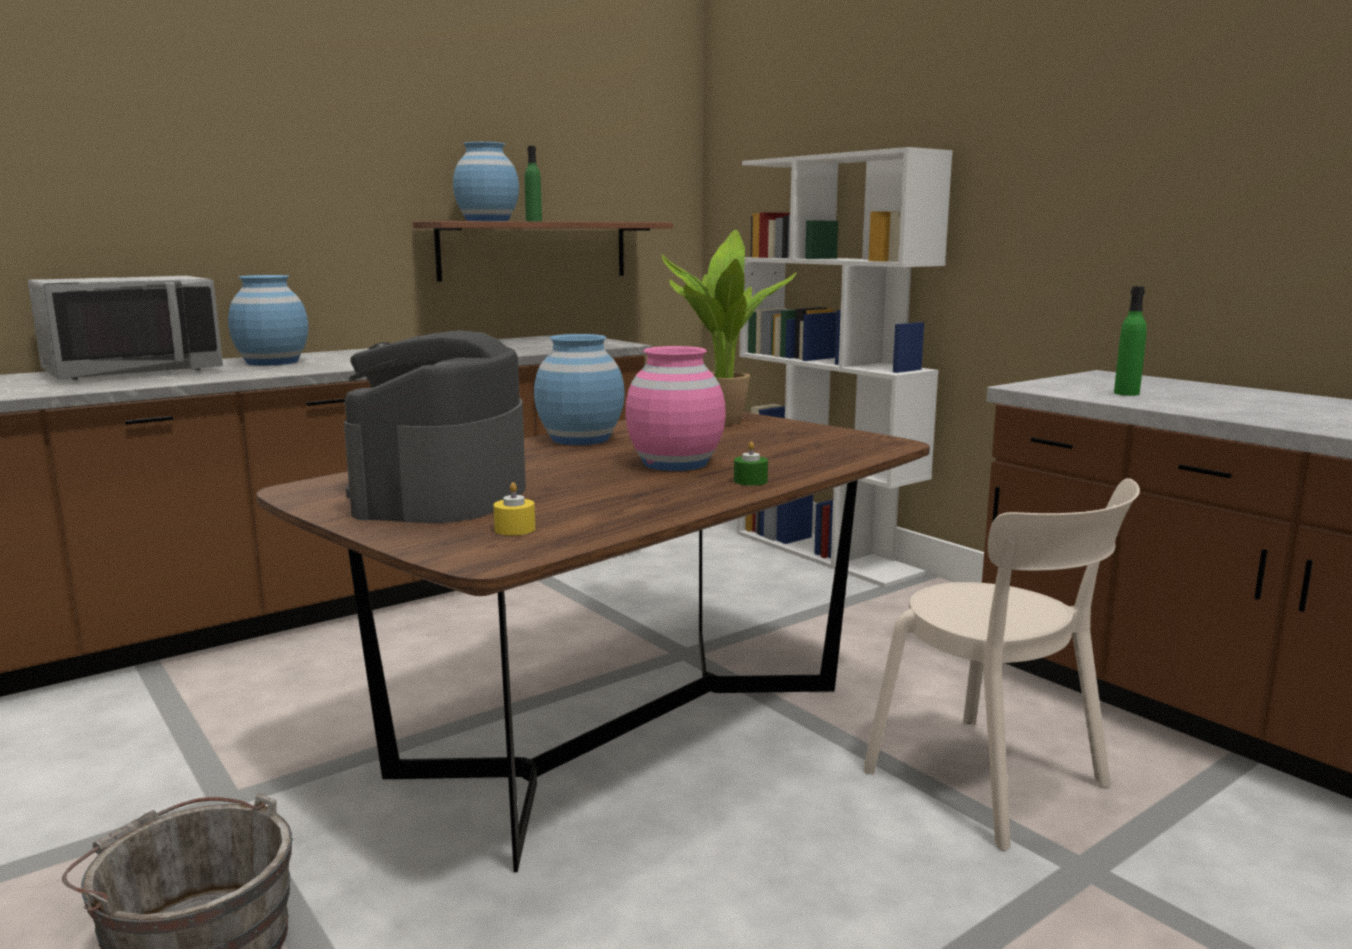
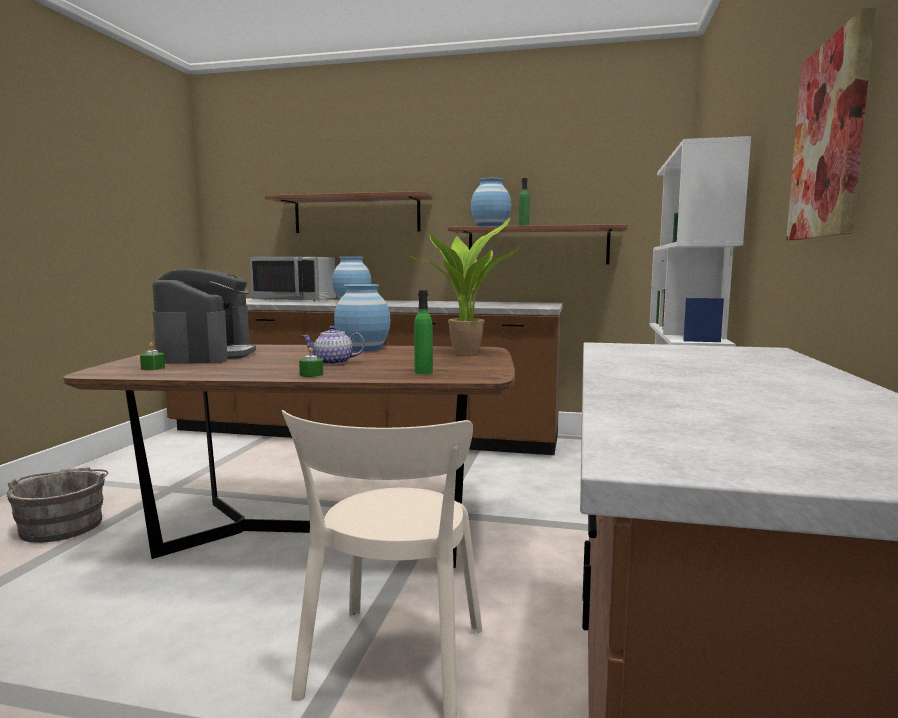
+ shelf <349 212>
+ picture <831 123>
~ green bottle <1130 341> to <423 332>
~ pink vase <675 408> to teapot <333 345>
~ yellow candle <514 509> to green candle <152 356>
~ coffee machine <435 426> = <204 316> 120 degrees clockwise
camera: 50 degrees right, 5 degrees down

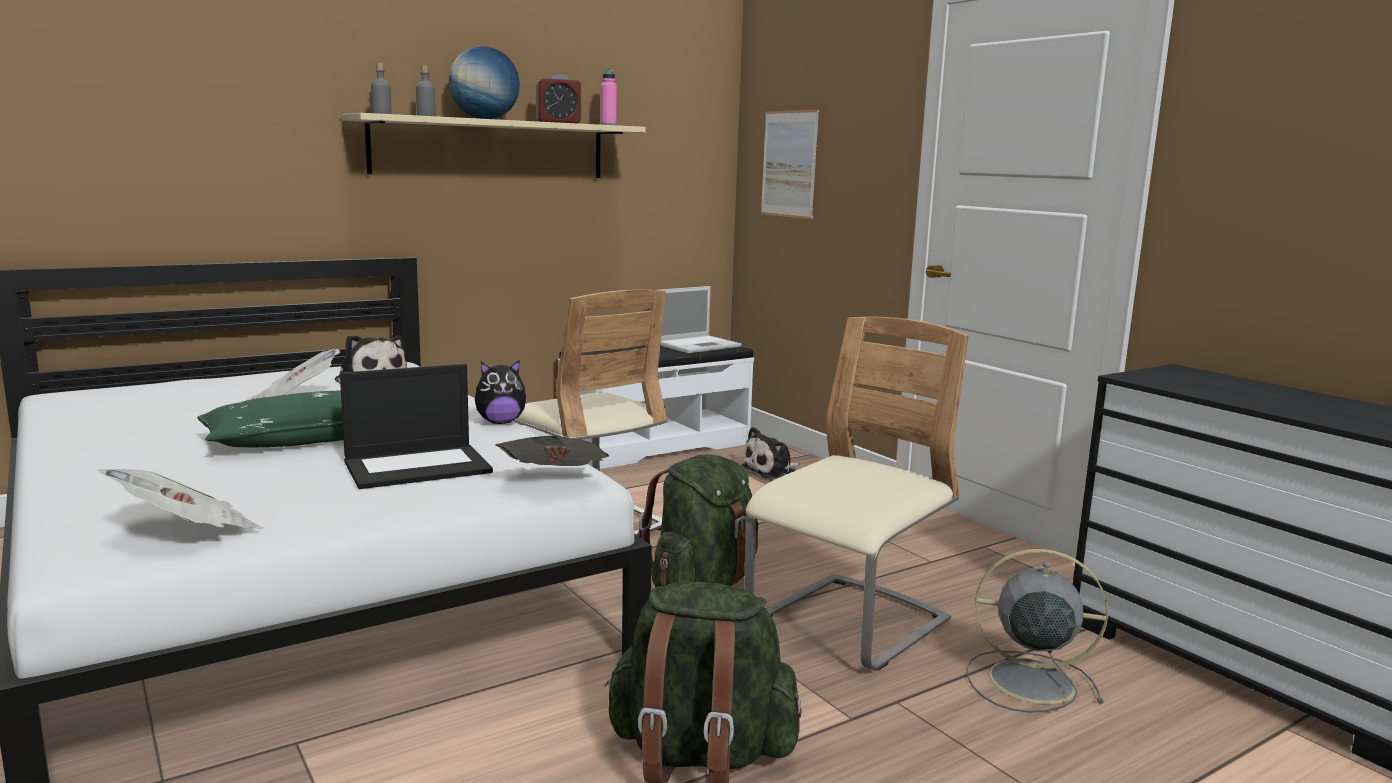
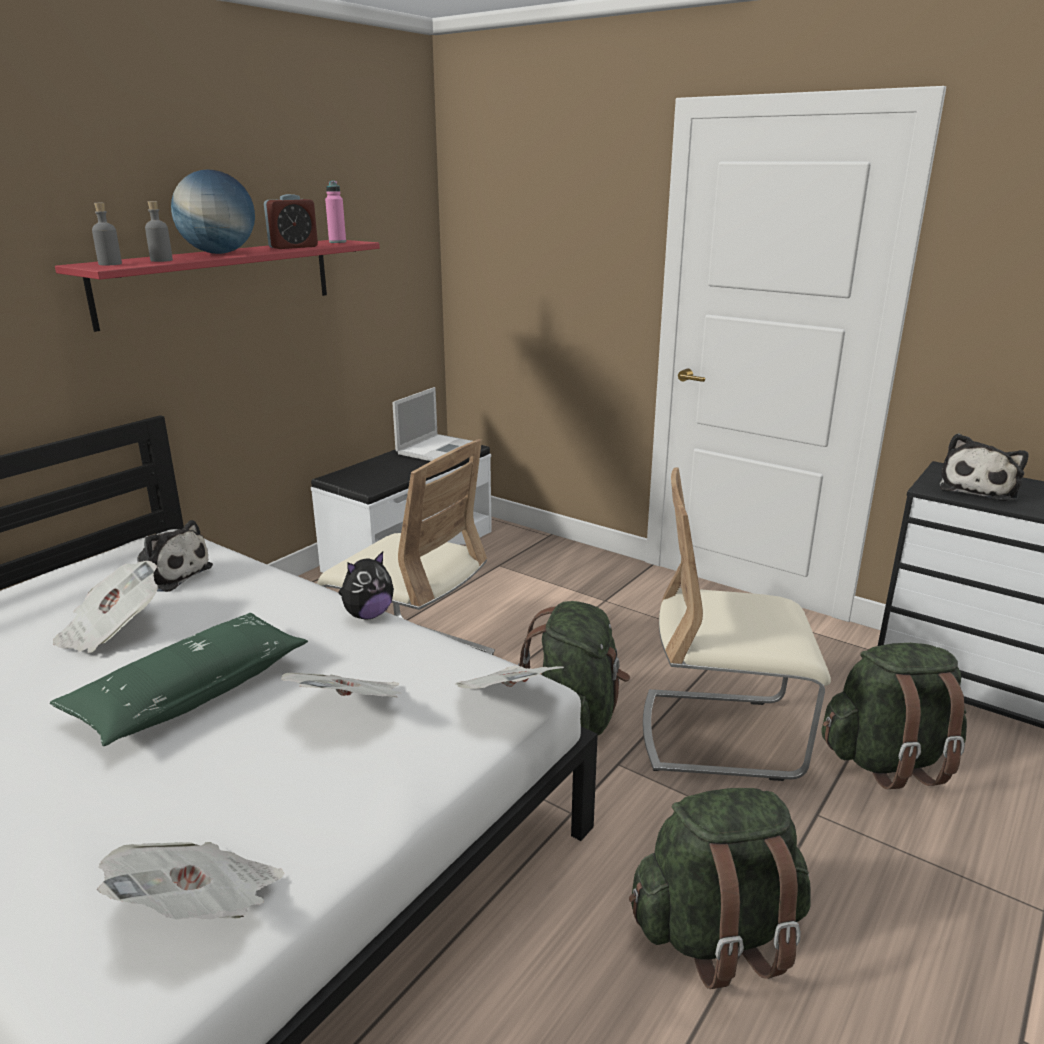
- picture <790 164>
~ plush toy <770 453> to <984 467>
~ laptop <416 426> to newspaper <341 685>
~ grey fan <1037 631> to green backpack <894 716>
~ beige shelf <494 145> to red shelf <217 286>
~ beige chair <856 493> = <737 624> 105 degrees counterclockwise
camera: 20 degrees left, 10 degrees up

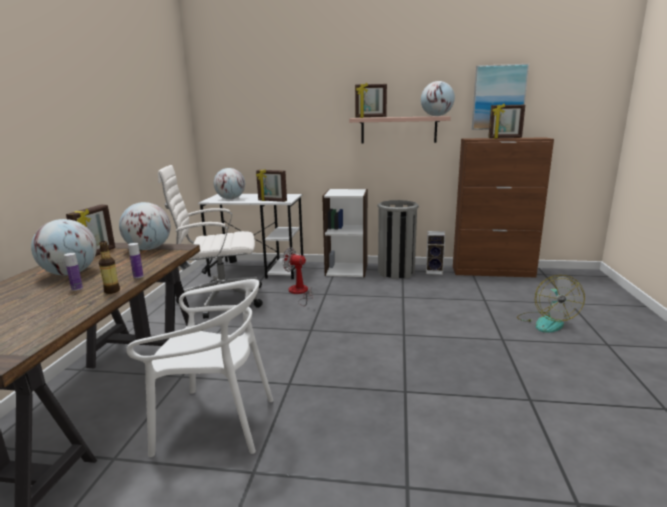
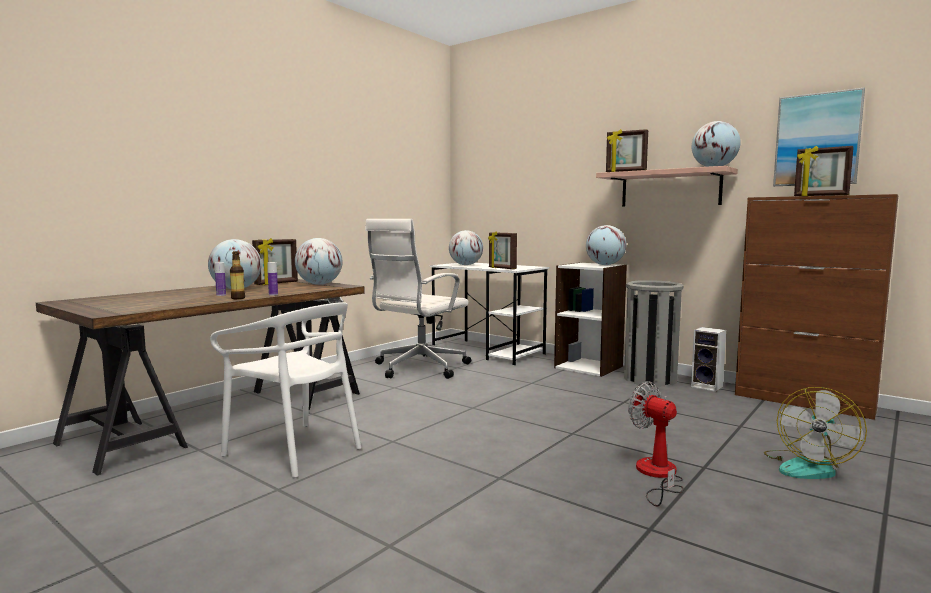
+ globe <606 245>
~ fan <298 276> to <656 444>
~ white office chair <210 242> = <418 299> 75 degrees counterclockwise
camera: 30 degrees right, 10 degrees down

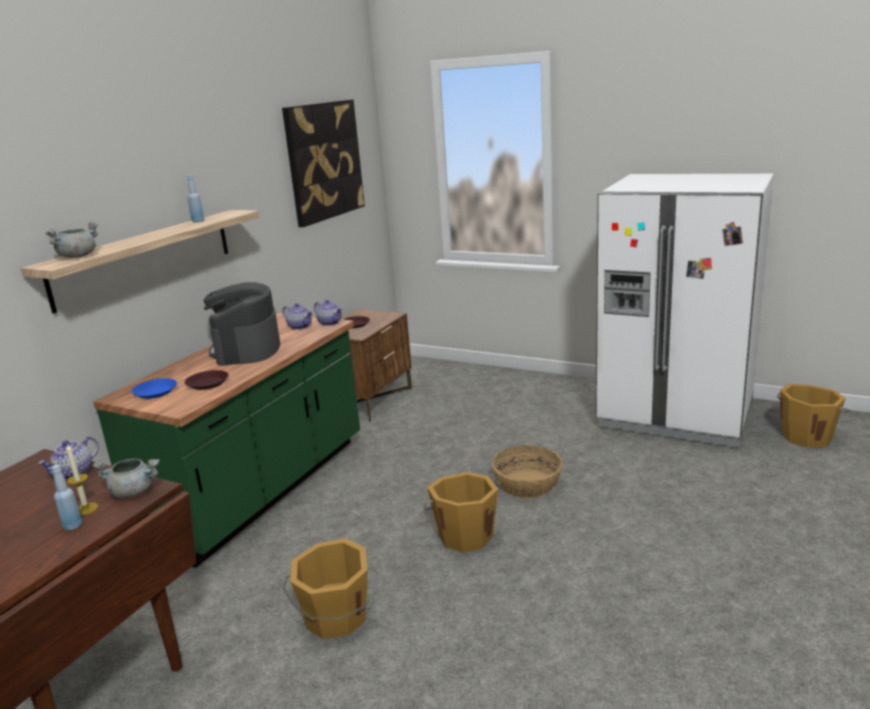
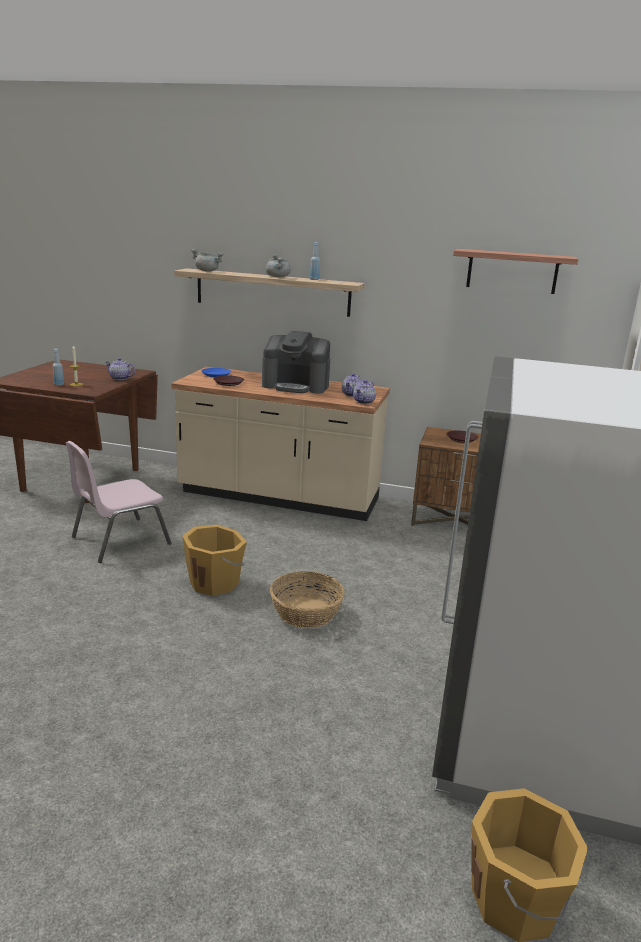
~ grey cooking pot <126 478> to <278 265>
~ picture <323 163> to shelf <515 271>
~ orange bucket <330 588> to pink chair <118 502>
~ green counter <226 440> to beige counter <281 444>
~ coffee machine <242 324> = <296 362> 150 degrees counterclockwise
camera: 75 degrees right, 0 degrees up

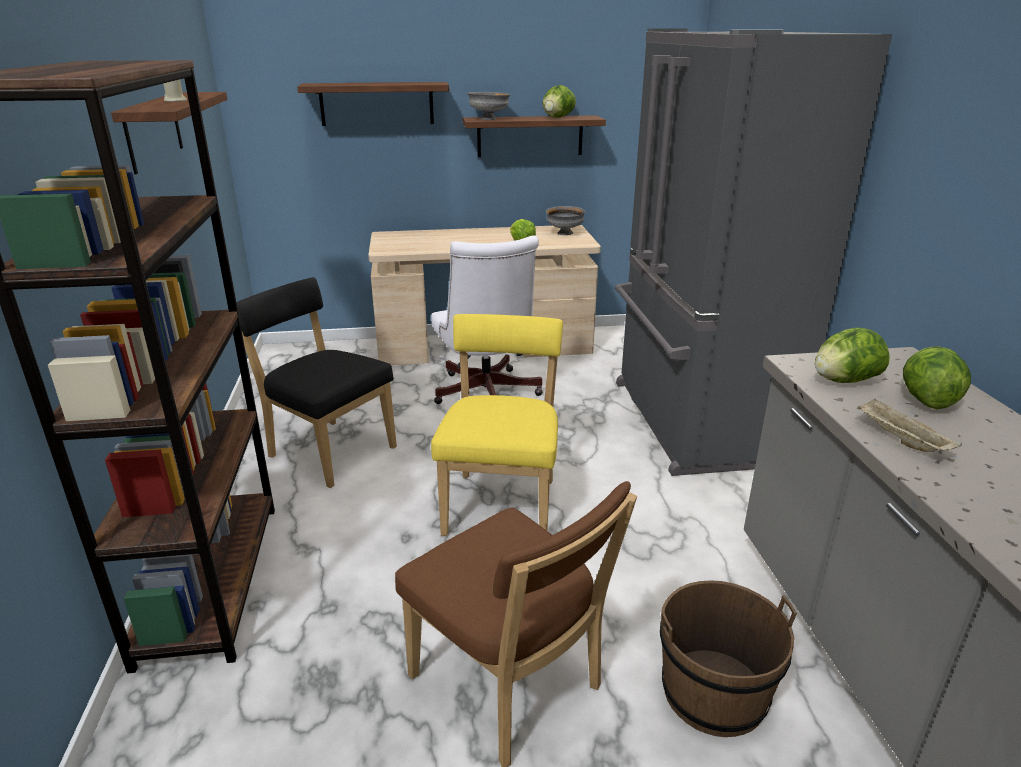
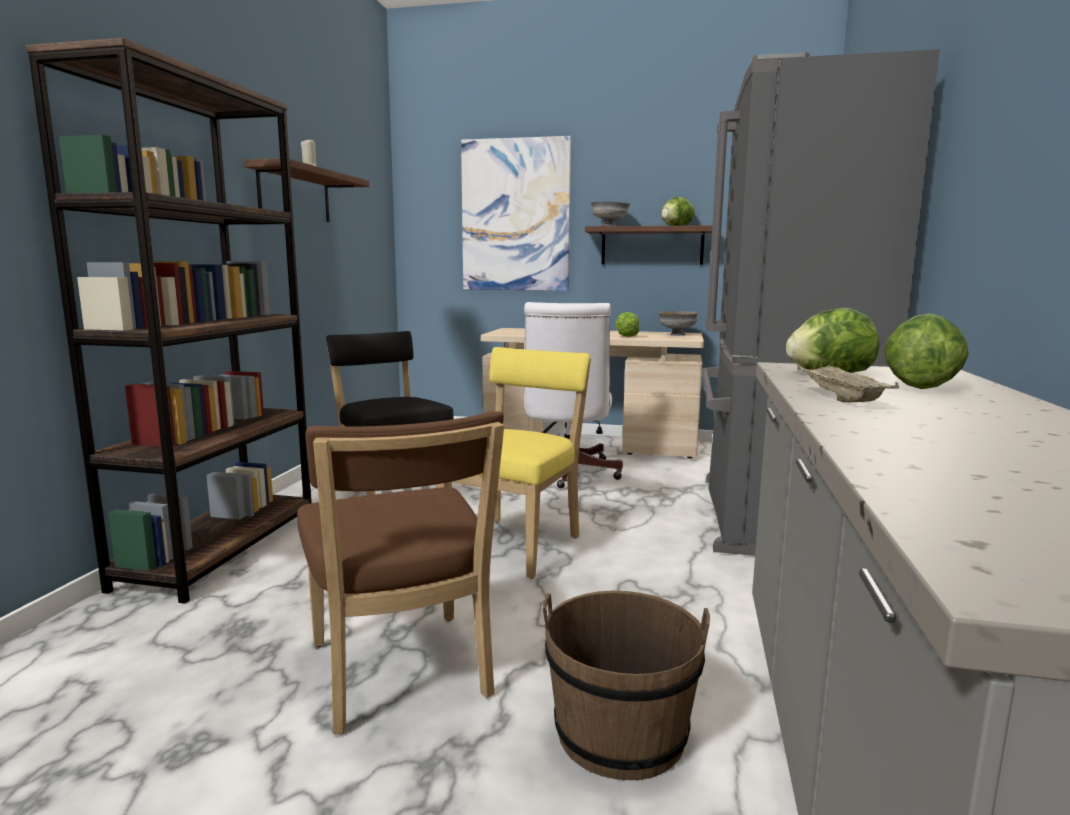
~ shelf <373 104> to picture <516 213>
camera: 20 degrees right, 15 degrees down

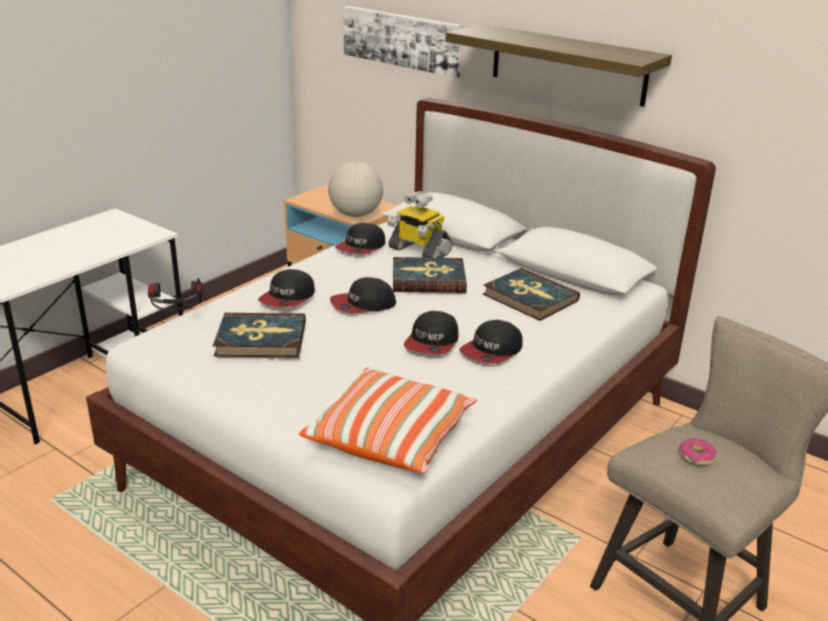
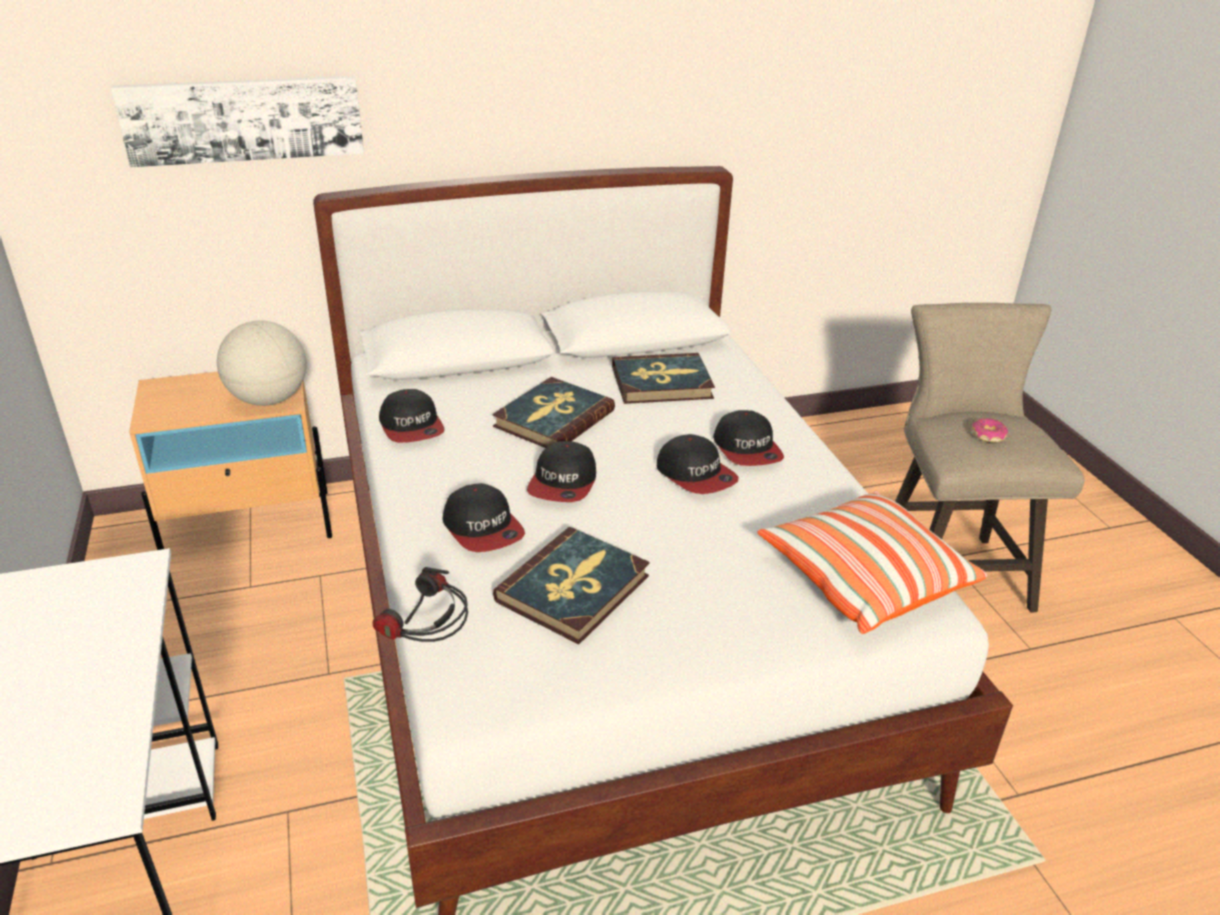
- toy robot <419 224>
- shelf <559 65>
camera: 55 degrees left, 5 degrees up

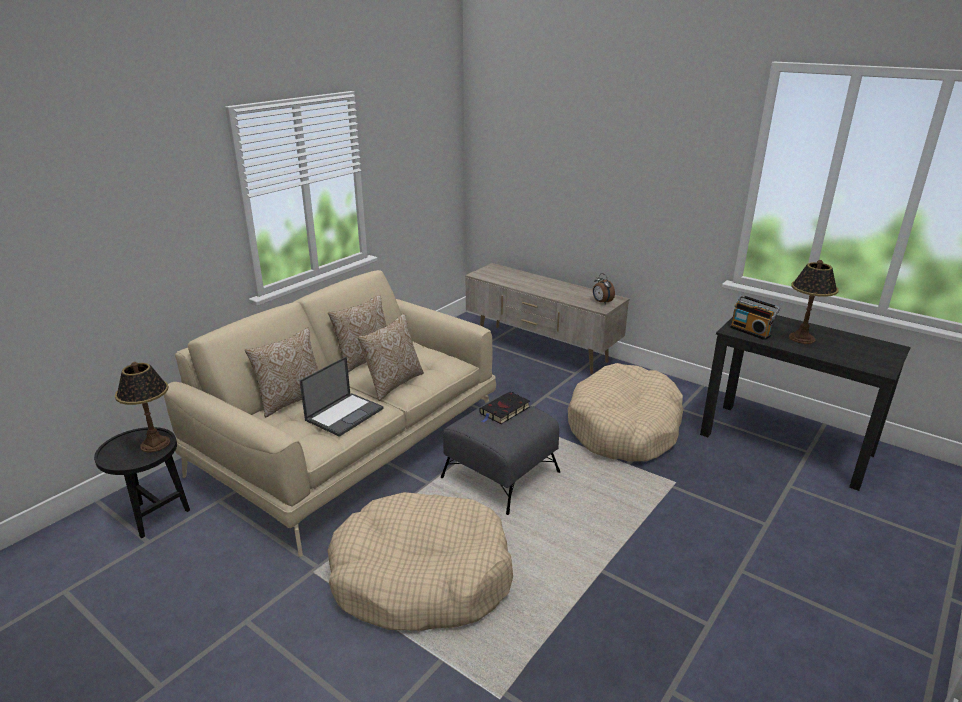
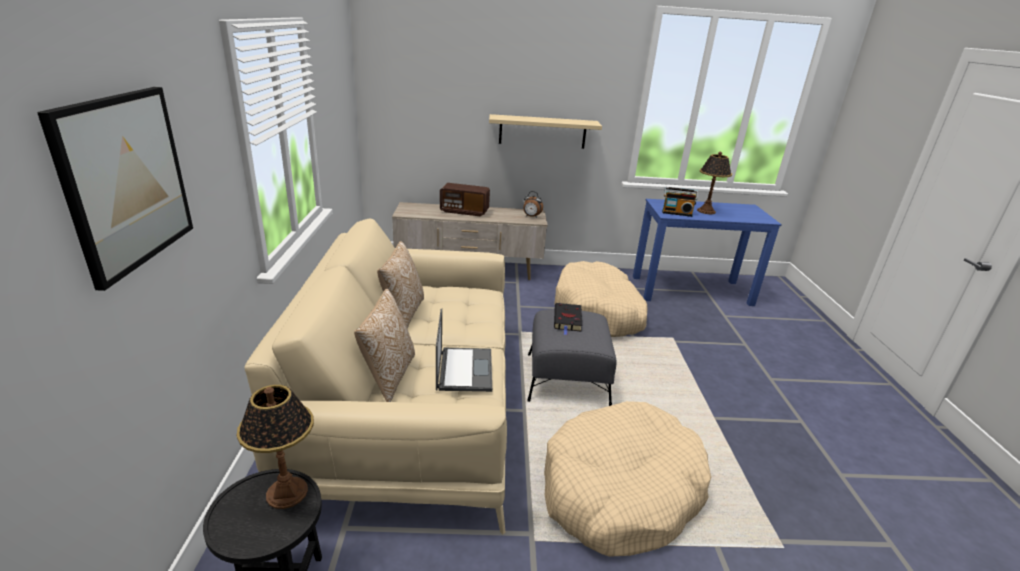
- pillow <390 357>
+ picture <115 189>
+ radio <465 199>
+ beige shelf <545 131>
~ black desk <805 403> to blue desk <707 252>
camera: 40 degrees left, 0 degrees up

